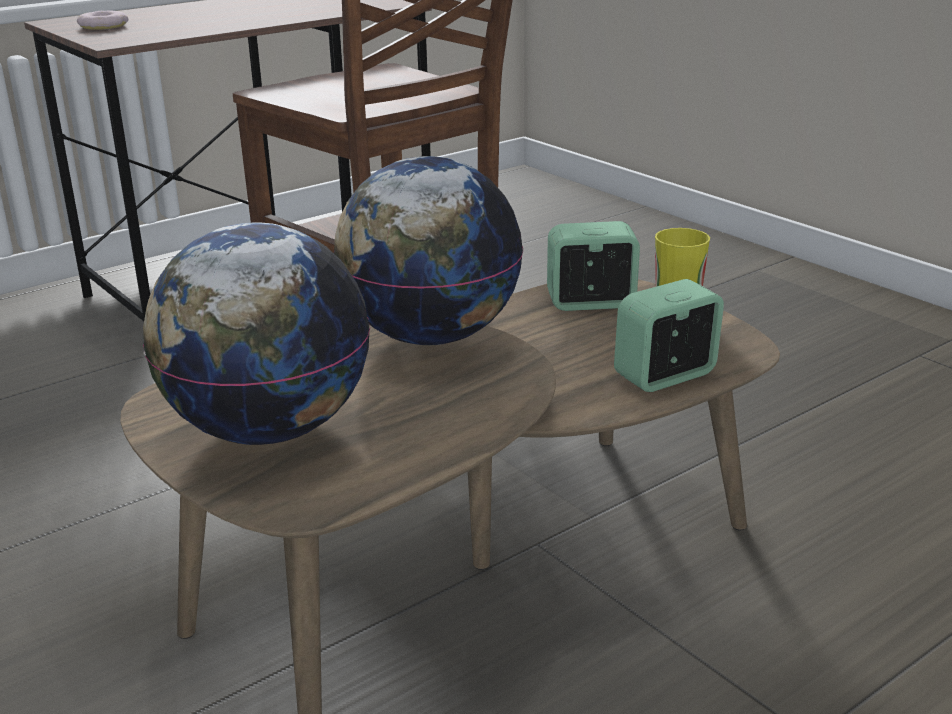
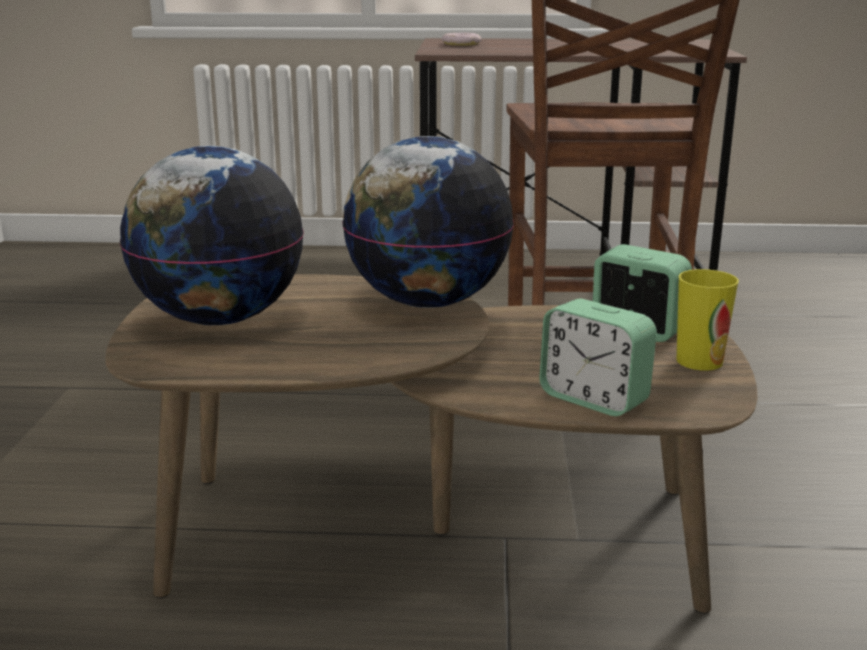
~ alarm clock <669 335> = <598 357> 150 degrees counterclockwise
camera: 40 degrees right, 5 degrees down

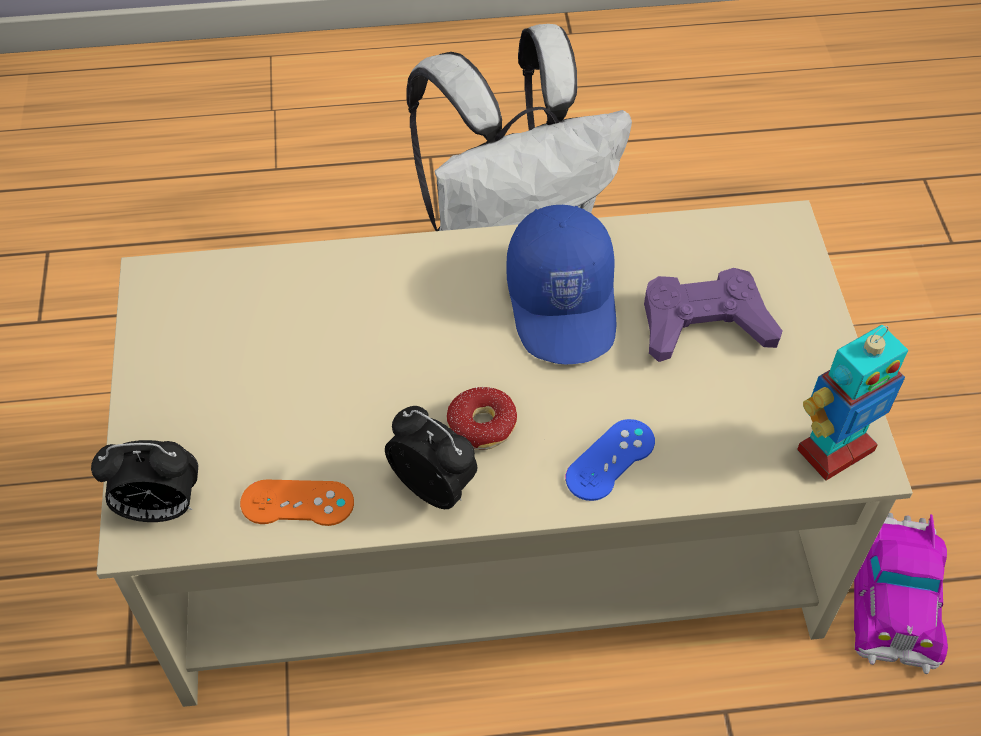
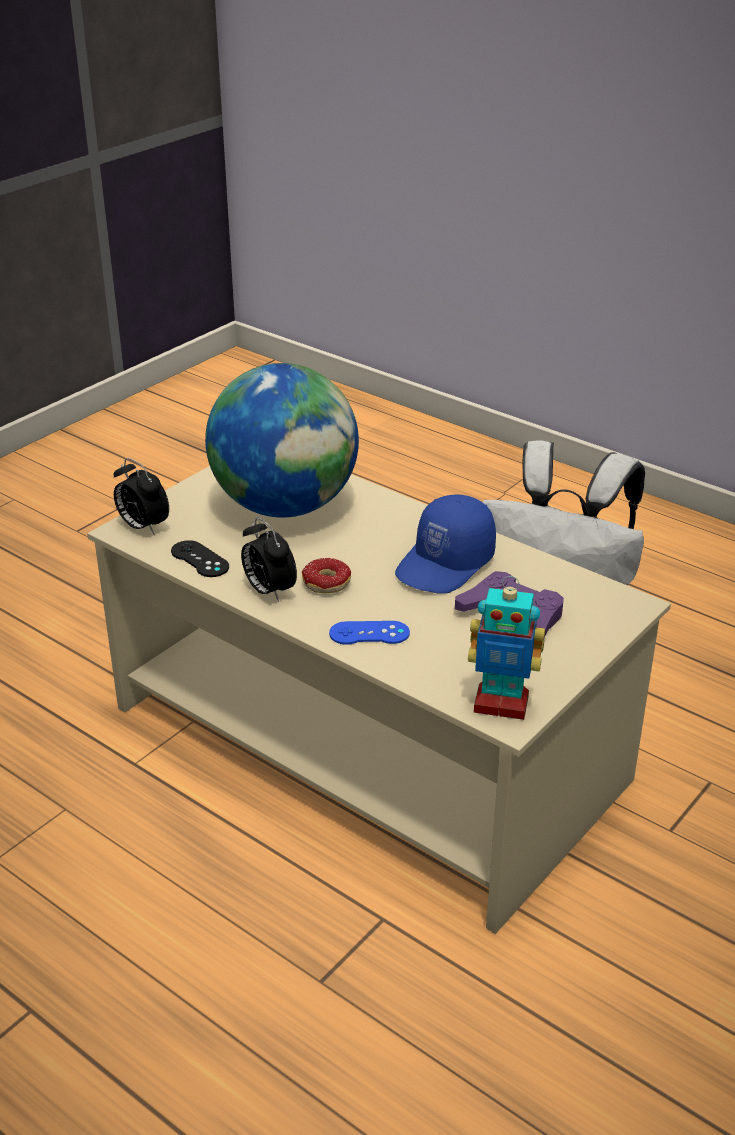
- toy car <901 593>
+ globe <282 440>
~ orange game controller <297 503> to black game controller <200 558>
~ alarm clock <431 457> = <269 560> 150 degrees clockwise
camera: 45 degrees right, 20 degrees down

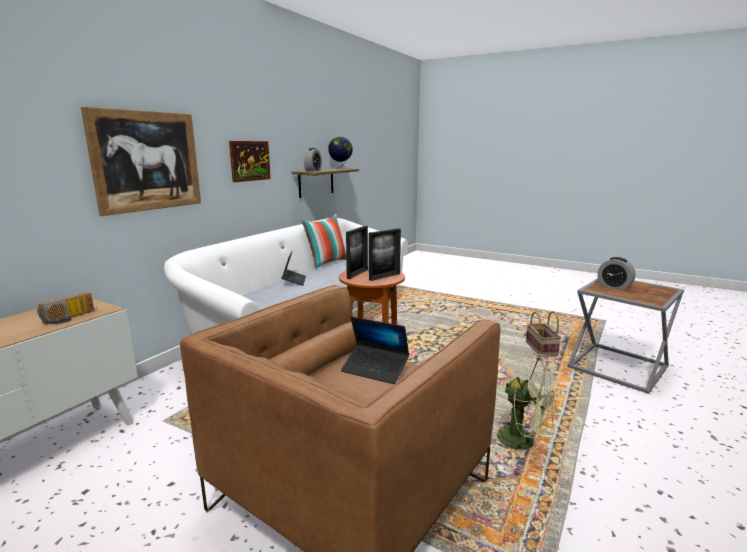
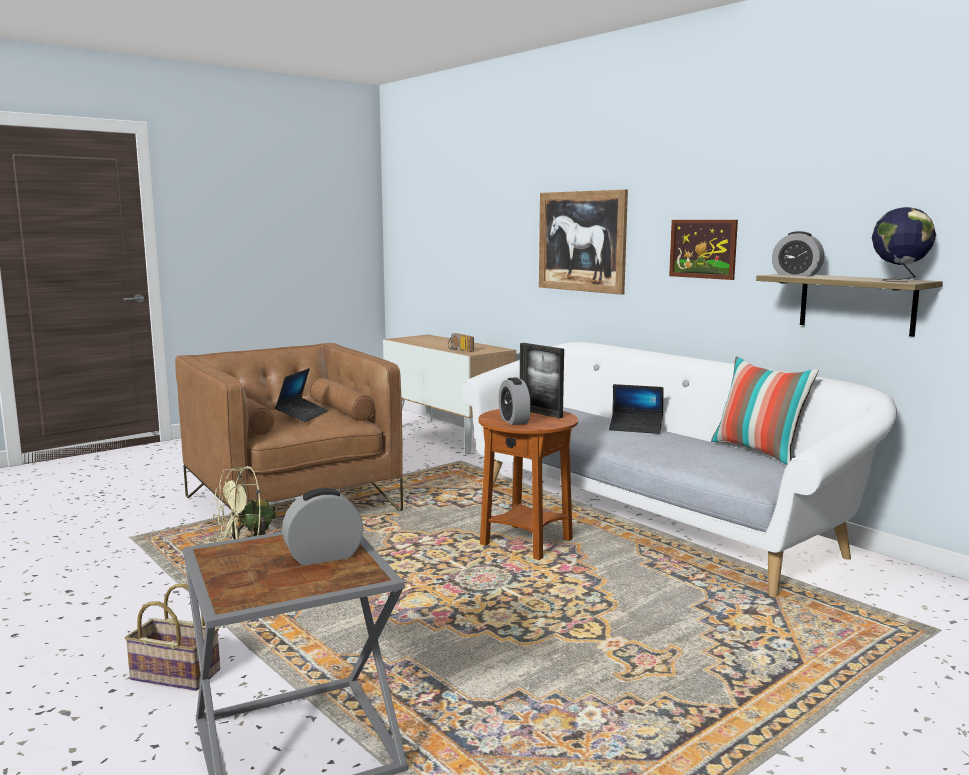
~ basket <543 334> to <172 637>
~ picture frame <385 254> to alarm clock <515 401>
~ laptop <375 350> = <301 395> 150 degrees clockwise
camera: 110 degrees right, 5 degrees down

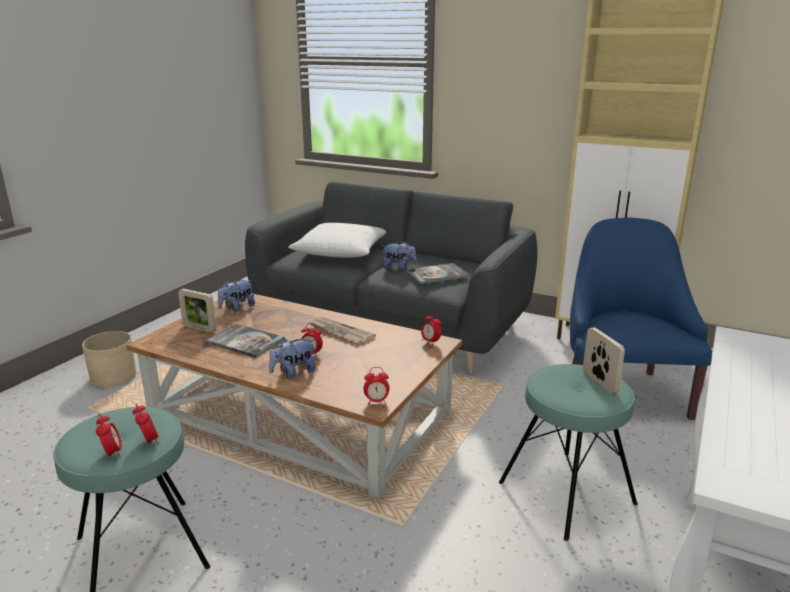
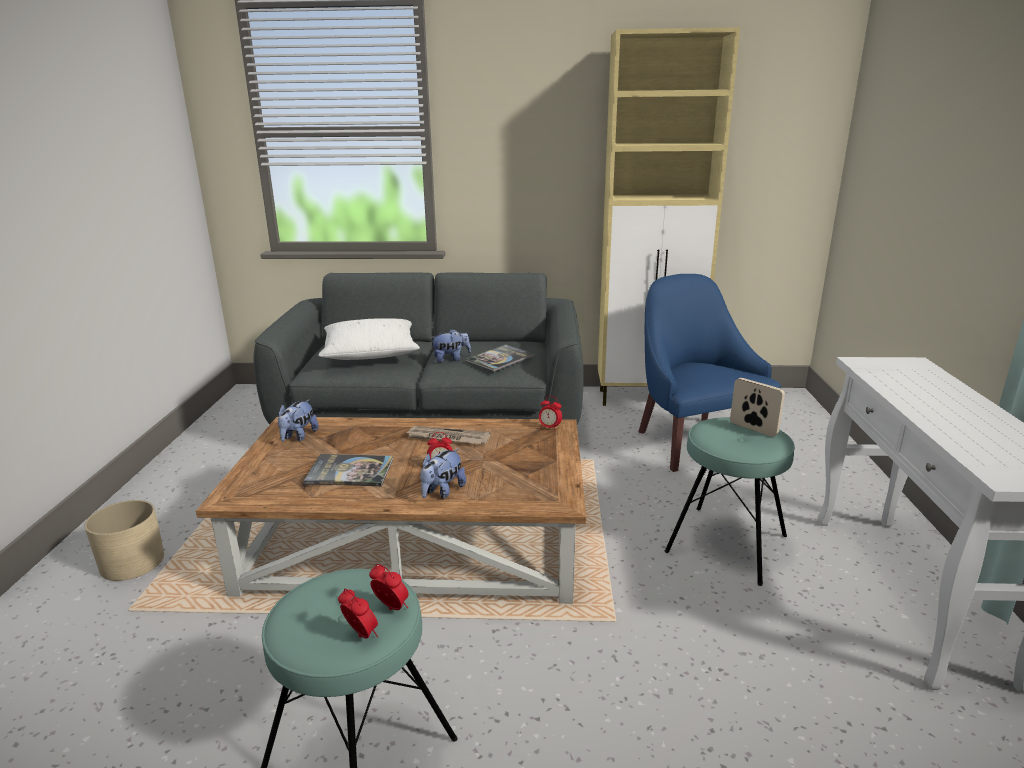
- picture frame <197 311>
- alarm clock <376 386>
camera: 25 degrees left, 0 degrees up

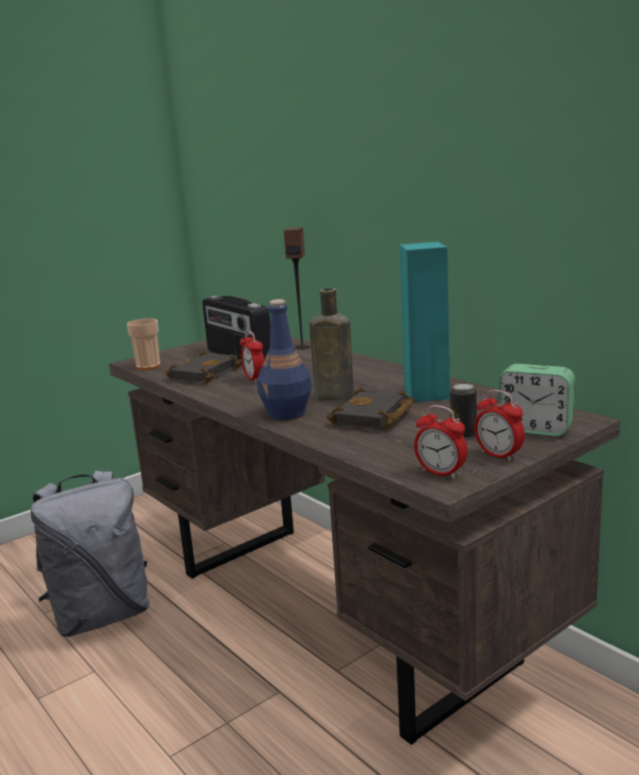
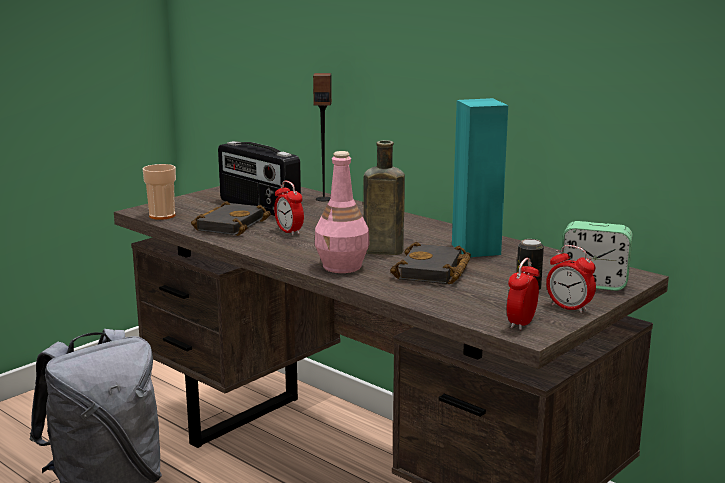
~ blue bottle <284 359> to pink bottle <342 212>
~ alarm clock <440 442> = <523 294> 90 degrees clockwise
camera: 10 degrees left, 0 degrees up

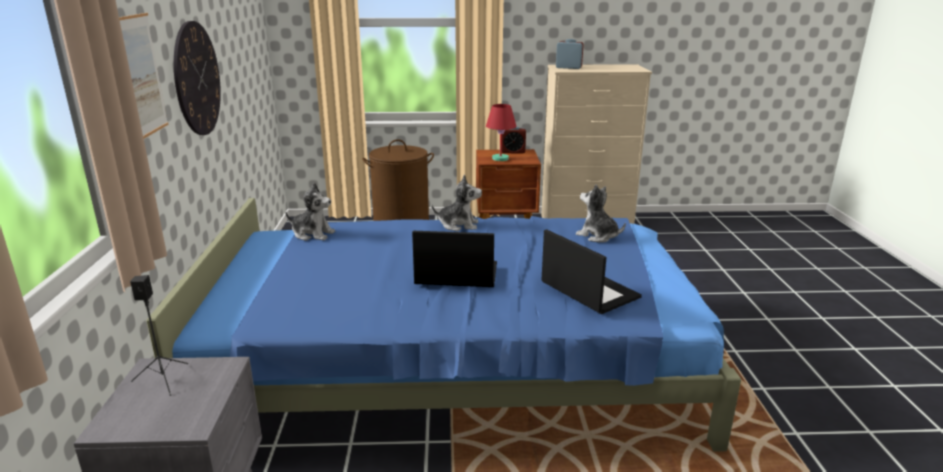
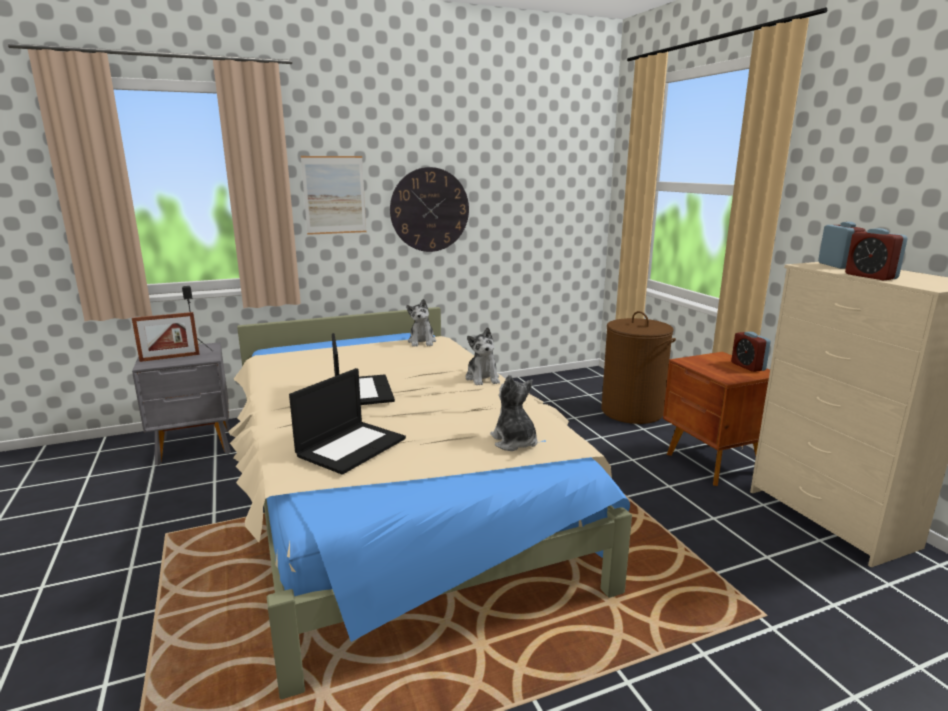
- red table lamp <501 132>
+ picture frame <166 337>
+ alarm clock <876 254>
~ blue bed <443 325> to beige bed <430 503>
~ plush toy <601 213> = <514 412> 45 degrees counterclockwise
camera: 70 degrees right, 5 degrees down

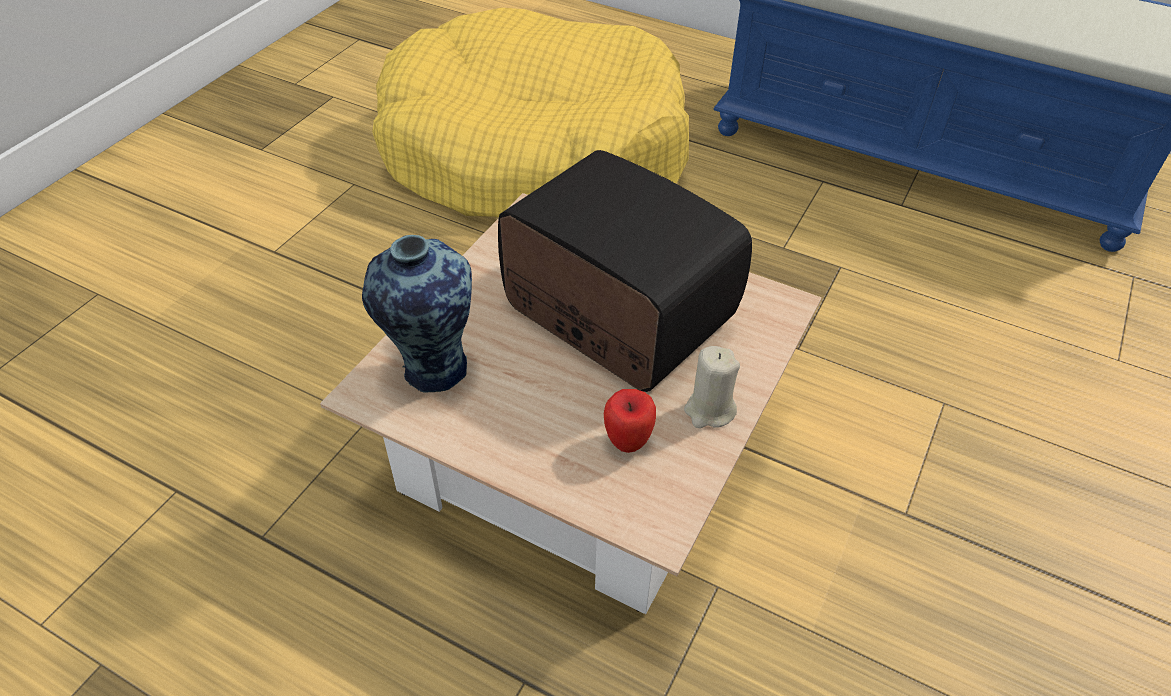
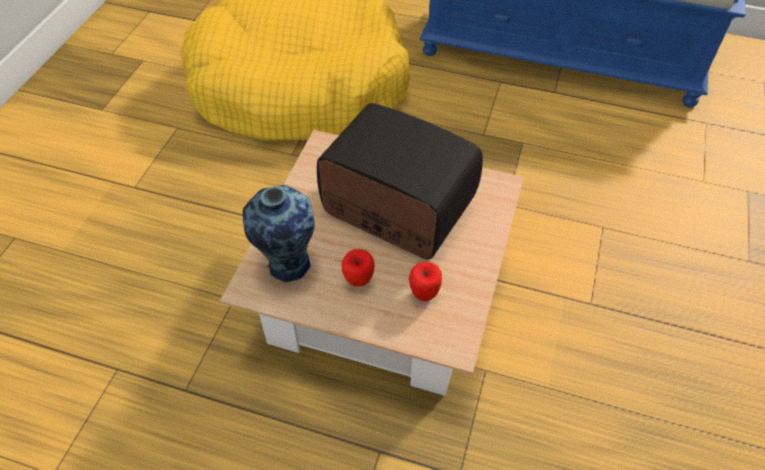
- beige candle <712 387>
+ apple <358 268>
camera: 10 degrees left, 5 degrees up

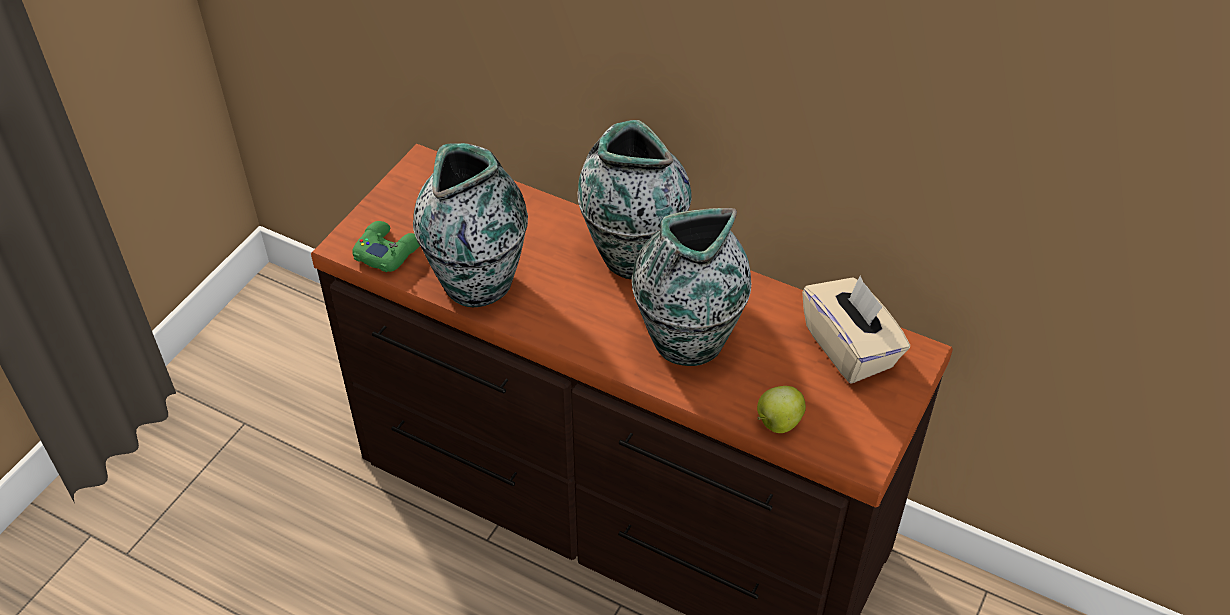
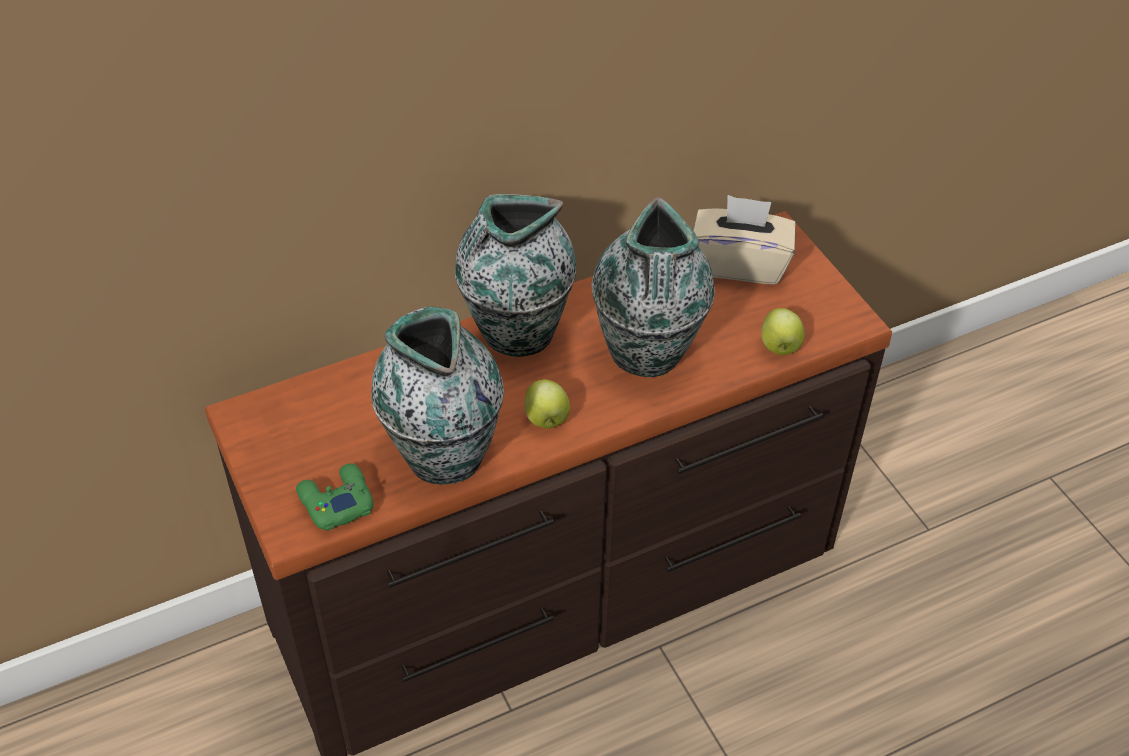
+ apple <547 404>
camera: 55 degrees left, 0 degrees up

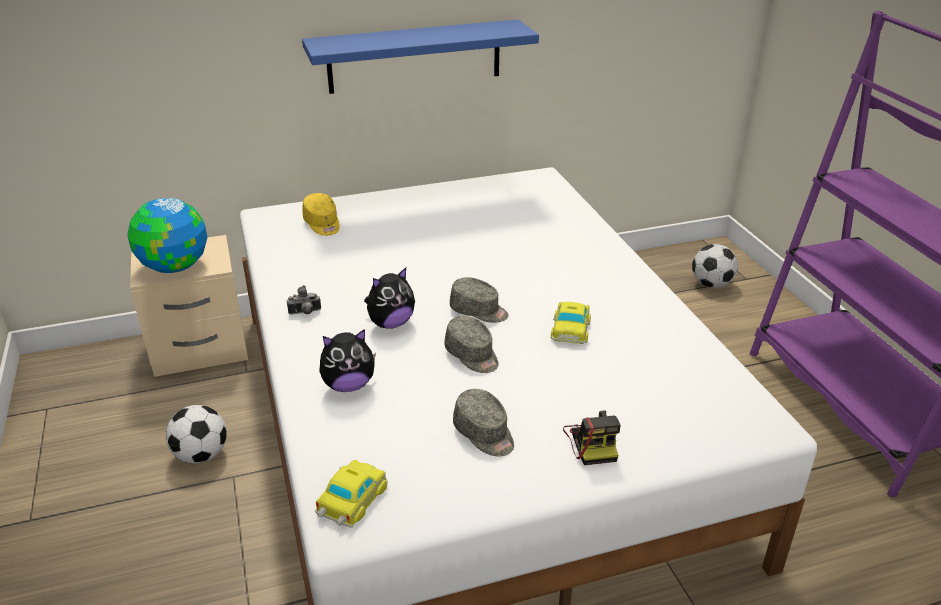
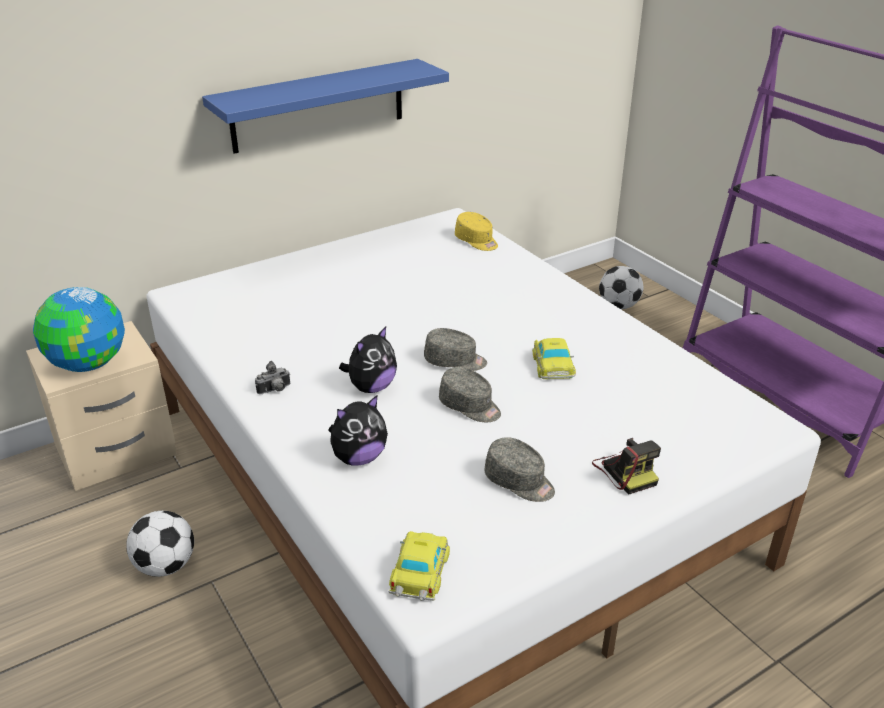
~ yellow cap <321 214> to <476 231>
camera: 15 degrees left, 0 degrees up

